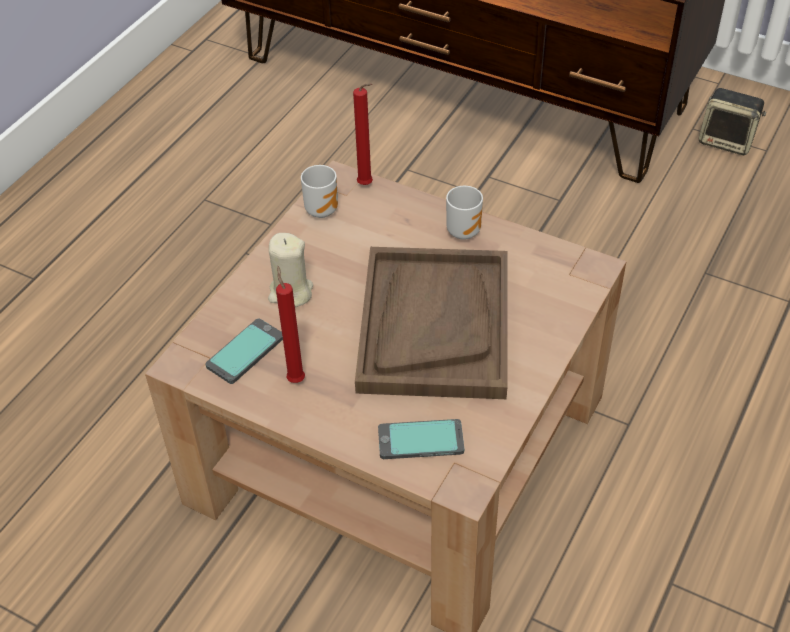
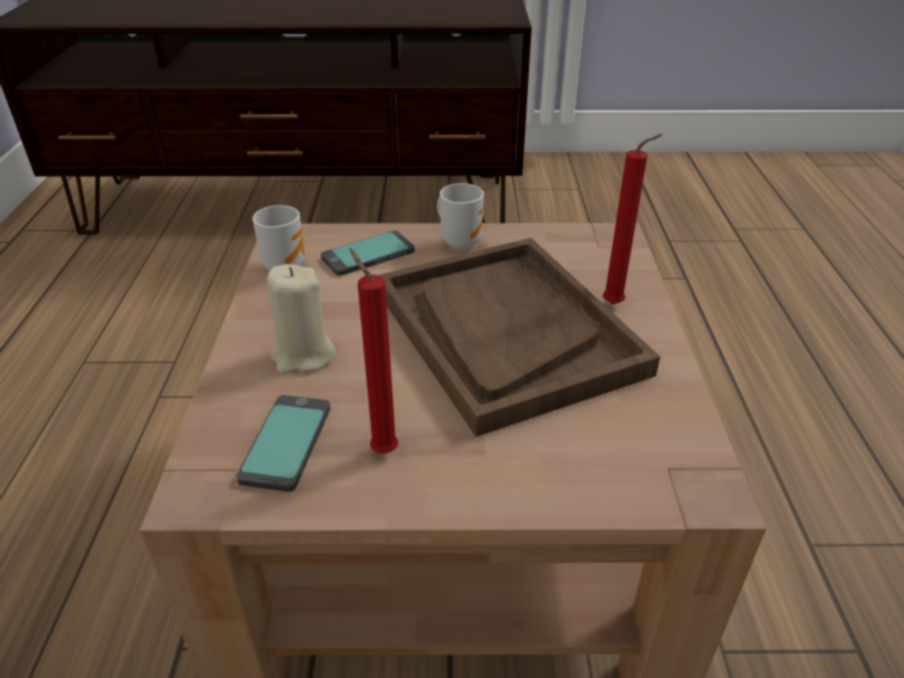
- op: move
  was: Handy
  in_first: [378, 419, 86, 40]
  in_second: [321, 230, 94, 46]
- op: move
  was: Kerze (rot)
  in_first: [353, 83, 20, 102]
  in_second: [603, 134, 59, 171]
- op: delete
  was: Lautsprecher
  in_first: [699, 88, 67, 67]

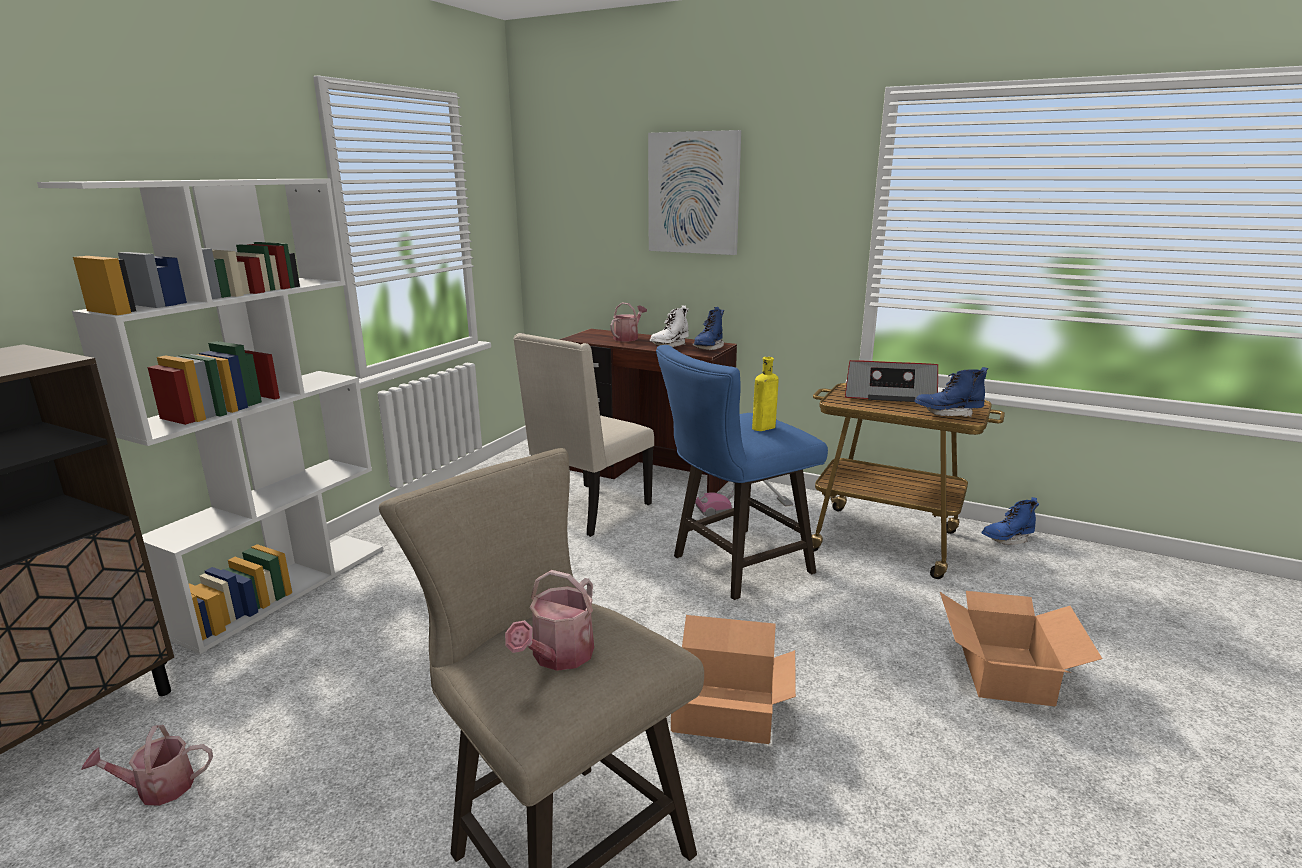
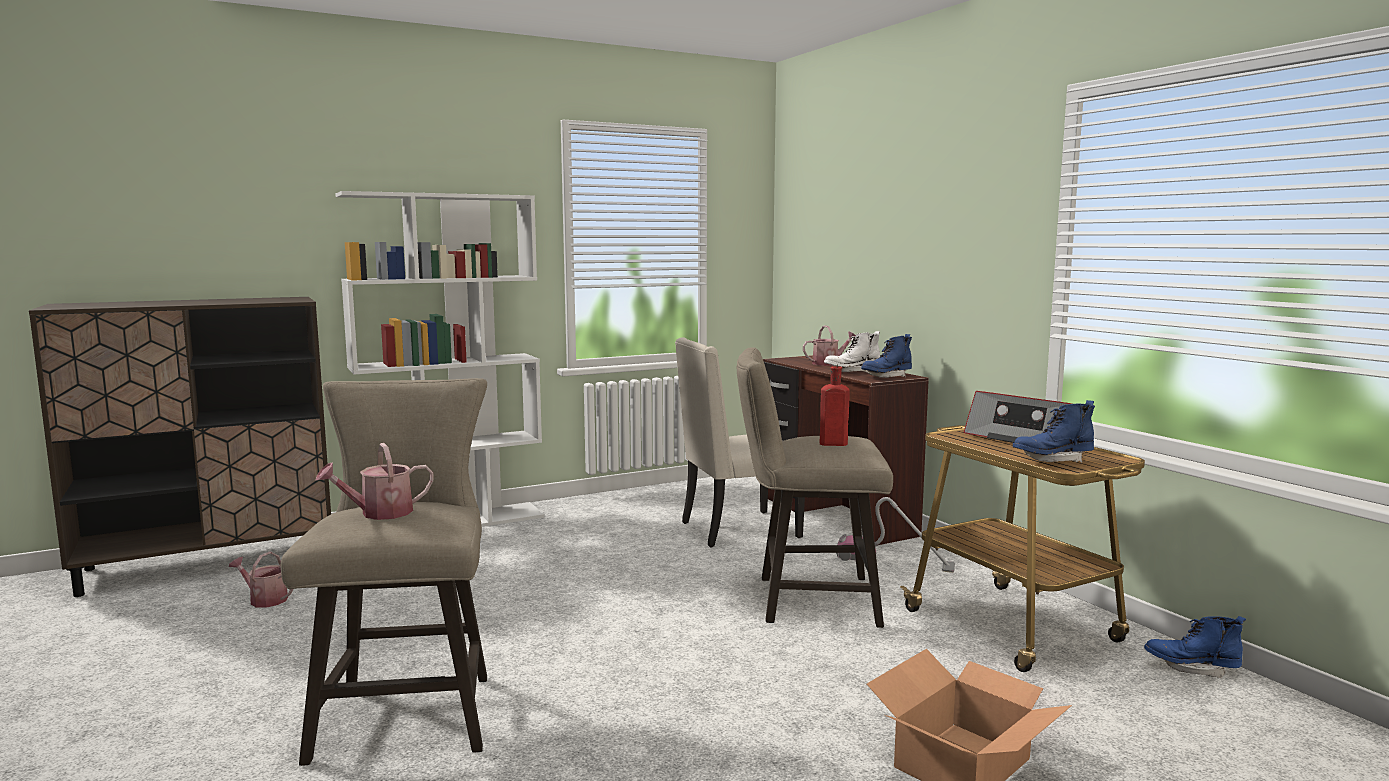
- op: recolor
  was: Hocker (blau)
  now: Hocker (beige)
  in_first: [656, 345, 172, 255]
  in_second: [737, 347, 156, 281]
- op: recolor
  was: Flasche (gelb)
  now: Flasche (rot)
  in_first: [752, 357, 27, 74]
  in_second: [820, 366, 30, 80]
- op: rotate
  was: Stiefel (blau)
  in_first: [914, 367, 74, 50]
  in_second: [1013, 400, 82, 63]
  clockwise: -45
- op: delete
  was: Bild
  in_first: [648, 130, 93, 125]
- op: delete
  was: Karton
  in_first: [671, 615, 125, 129]

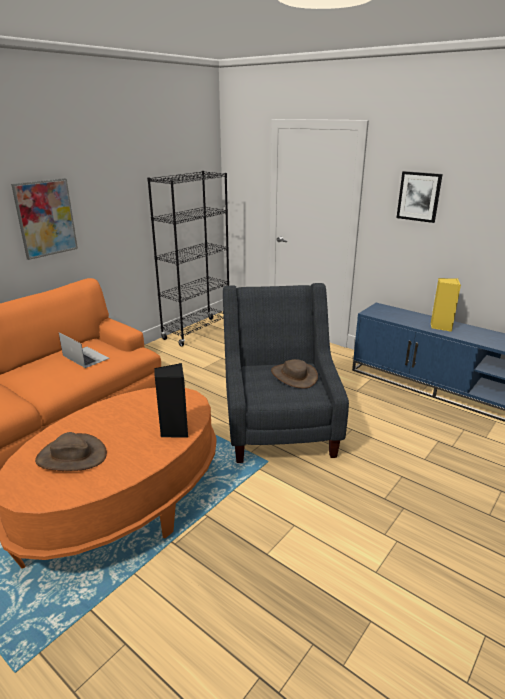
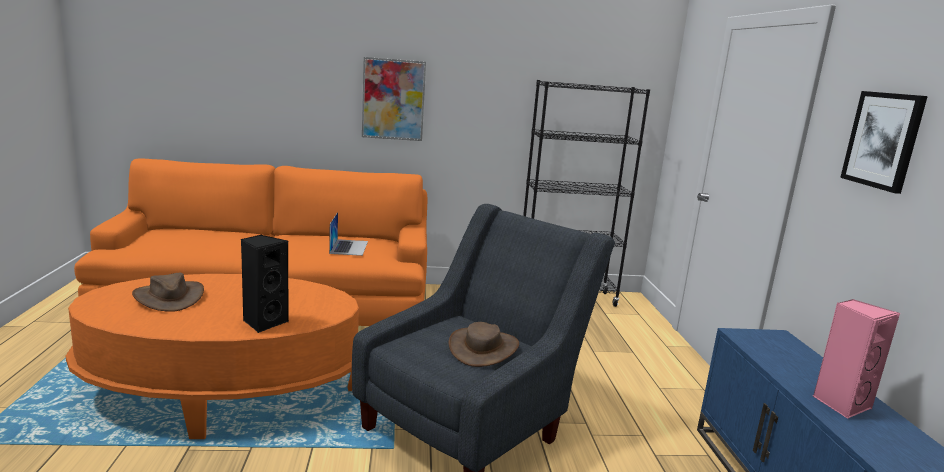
- op: recolor
  was: Lautsprecher (gelb)
  now: Lautsprecher (rosa)
  in_first: [431, 278, 30, 54]
  in_second: [813, 299, 87, 120]

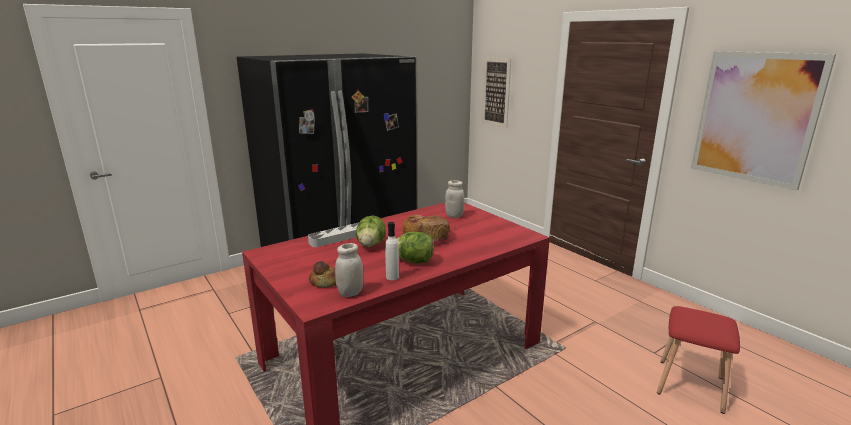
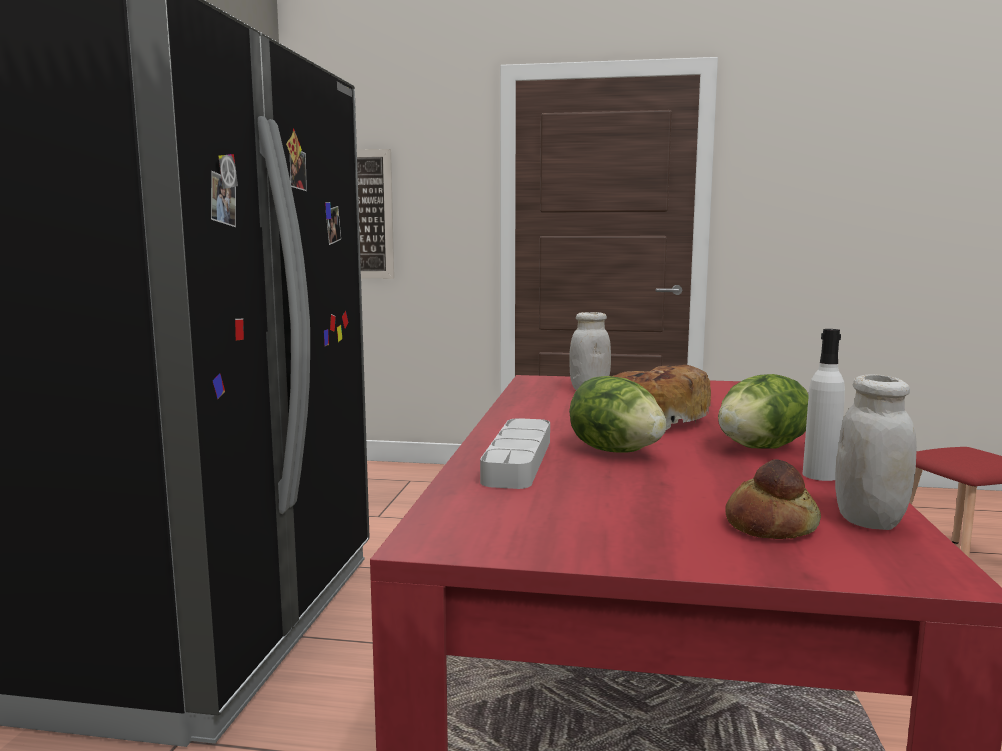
- op: delete
  was: Bild
  in_first: [691, 51, 145, 140]

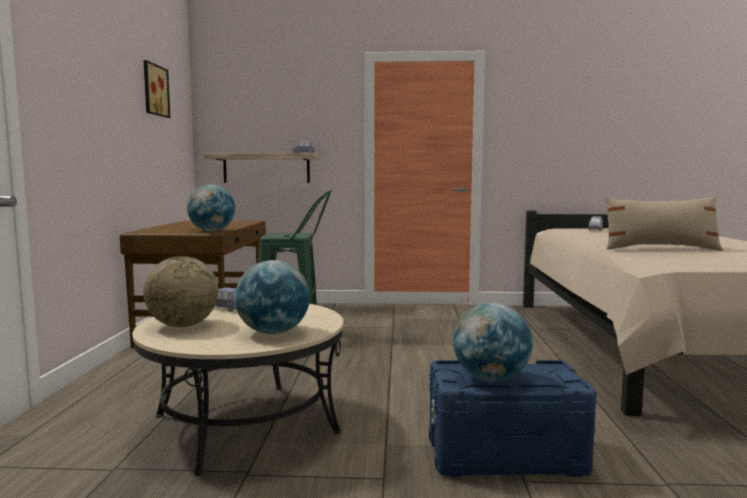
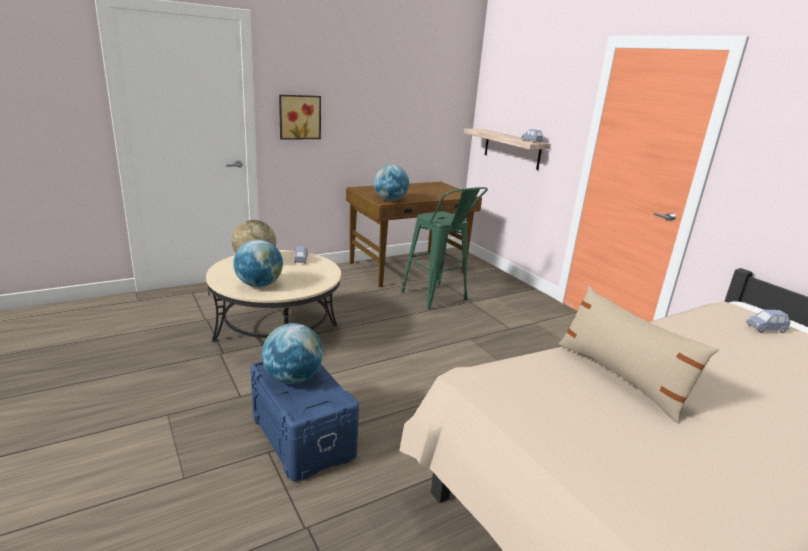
- op: move
  was: Bild
  in_first: [144, 60, 26, 58]
  in_second: [279, 95, 42, 45]

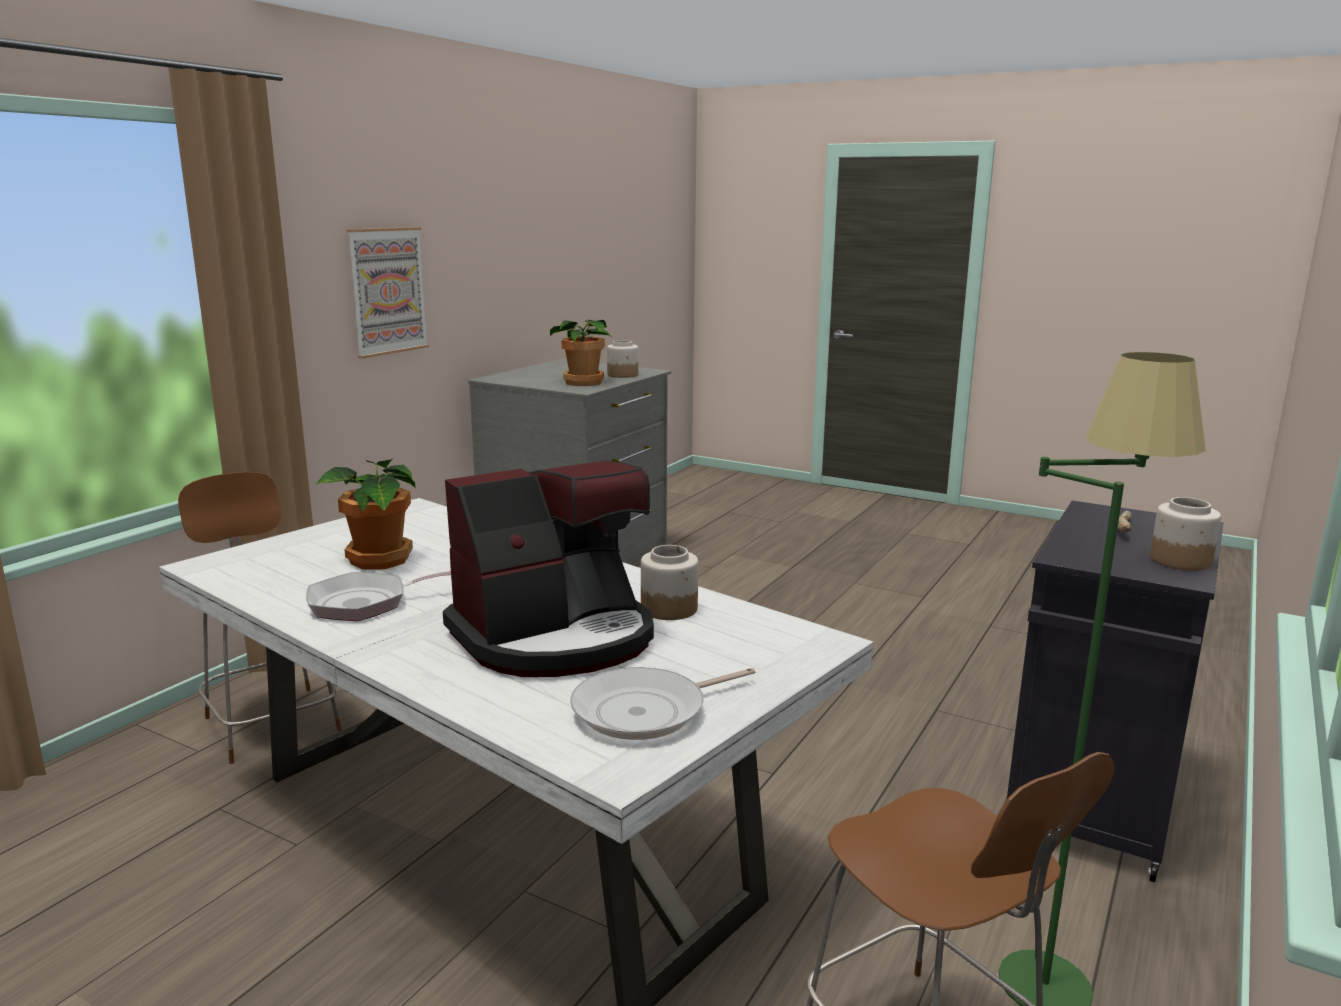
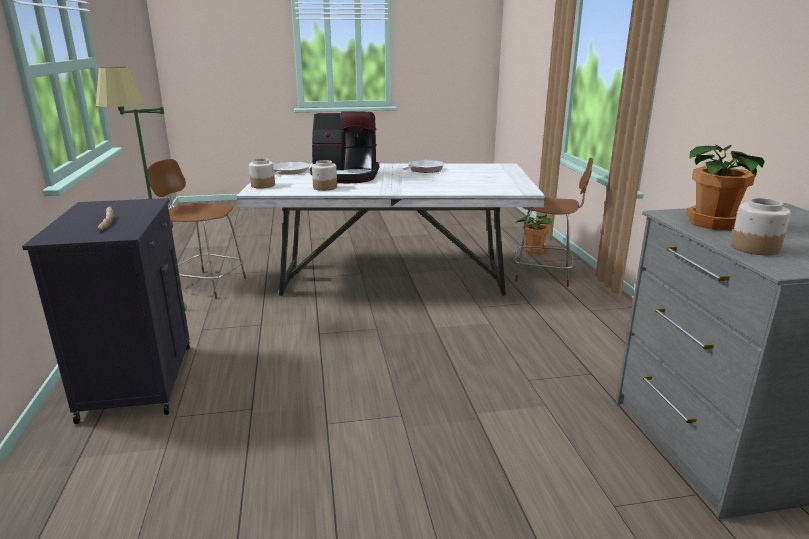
- op: move
  was: Vorratsglas
  in_first: [1150, 497, 71, 74]
  in_second: [249, 158, 26, 30]
- op: rotate
  was: Kaffeemaschine
  in_first: [443, 460, 211, 217]
  in_second: [310, 111, 69, 72]
  clockwise: -105
- op: move
  was: Topfpflanze
  in_first: [316, 459, 100, 111]
  in_second: [516, 215, 36, 39]
- op: delete
  was: Bild
  in_first: [347, 227, 82, 132]

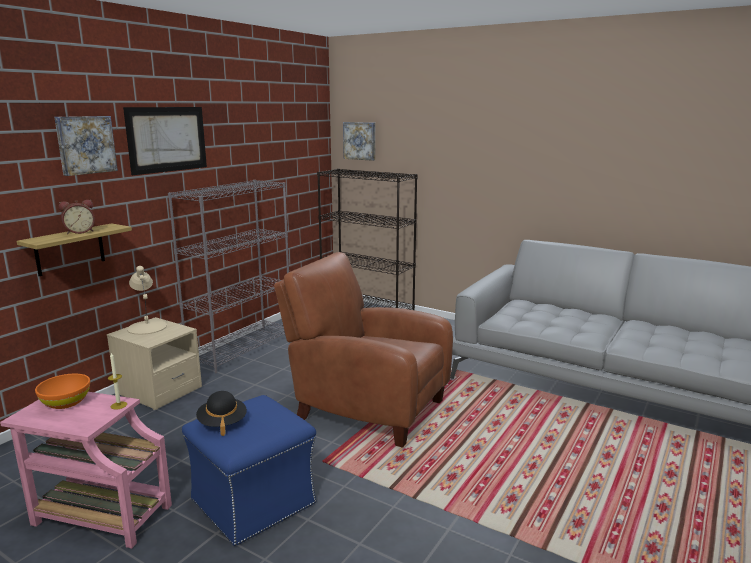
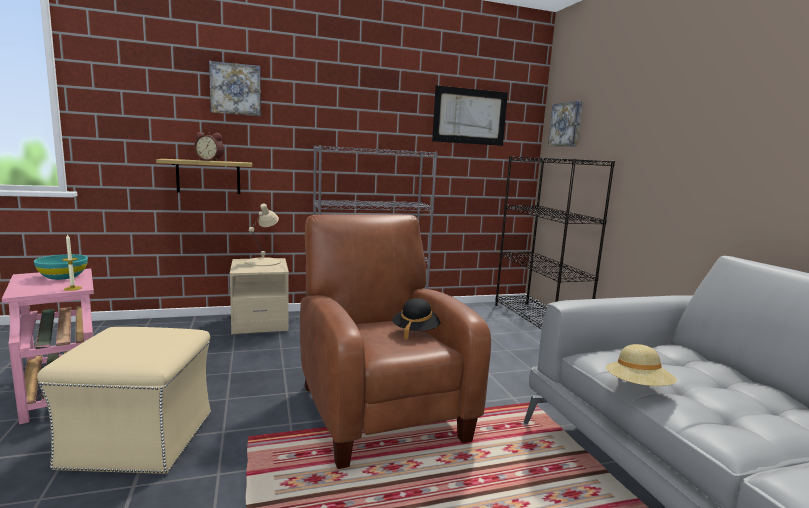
- op: recolor
  was: Schüssel (orange)
  now: Schüssel (türkis)
  in_first: [35, 374, 55, 35]
  in_second: [34, 254, 54, 26]
- op: recolor
  was: Polsterhocker (blau)
  now: Polsterhocker (beige)
  in_first: [182, 395, 134, 151]
  in_second: [37, 327, 174, 147]
- op: move
  was: Hut (schwarz)
  in_first: [196, 391, 51, 45]
  in_second: [392, 298, 49, 42]
- op: move
  was: Bild
  in_first: [123, 107, 84, 68]
  in_second: [432, 85, 76, 61]
- op: insert
  now: Hut (beige)
  in_second: [606, 344, 71, 42]

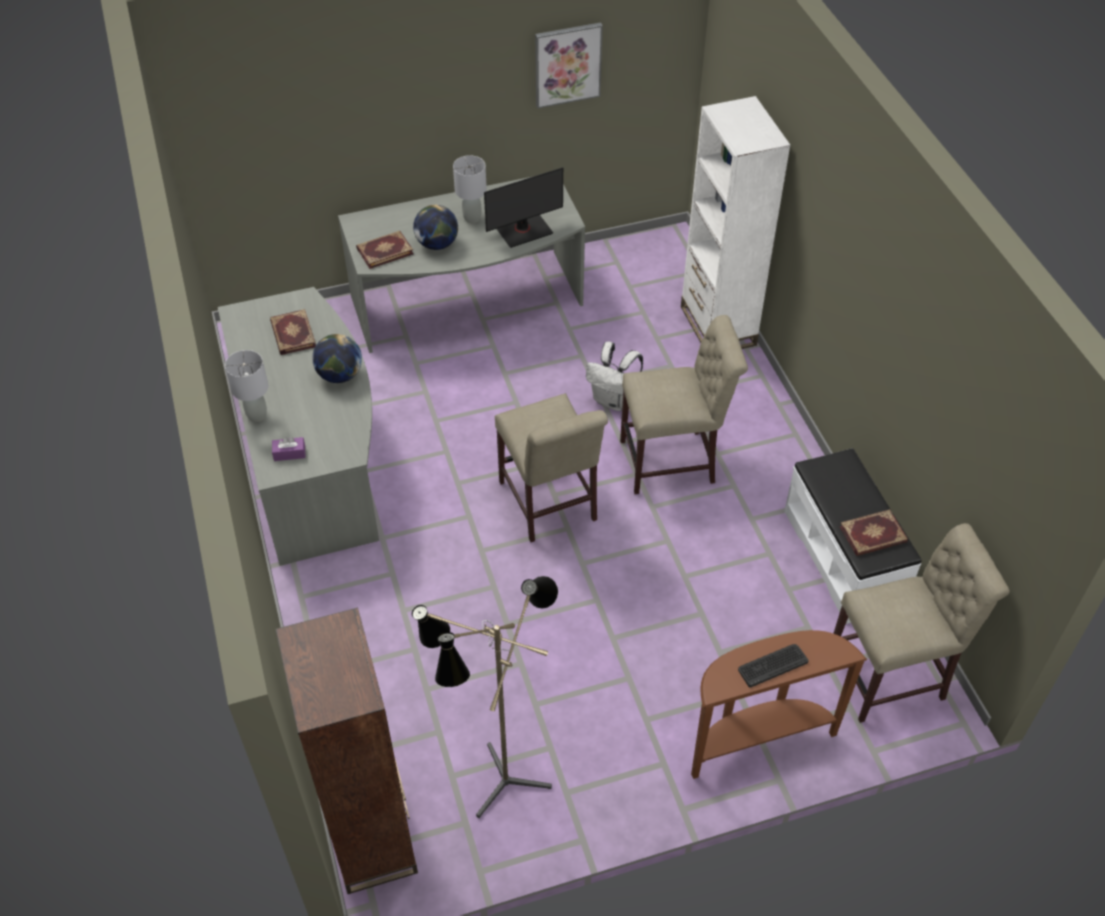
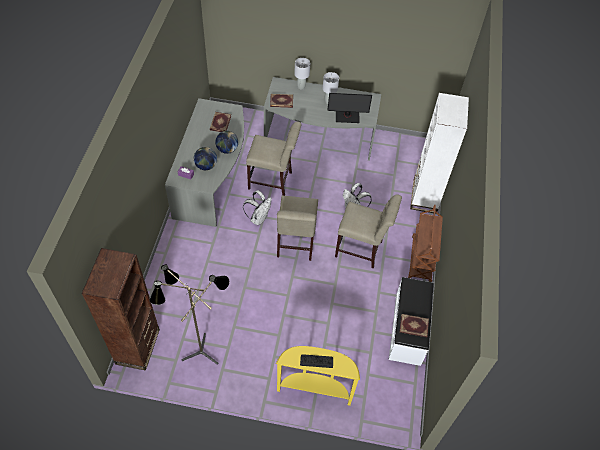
- op: move
  was: Globus
  in_first: [413, 205, 45, 45]
  in_second: [194, 147, 23, 23]
- op: insert
  now: Rucksack (weiß)
  in_second: [243, 190, 29, 35]
- op: move
  was: Stuhl (beige)
  in_first: [833, 523, 177, 200]
  in_second: [246, 122, 55, 74]
- op: recolor
  was: Konsolentisch (braun)
  now: Konsolentisch (gelb)
  in_first: [691, 630, 176, 149]
  in_second: [276, 346, 84, 60]
- op: move
  was: Tischlampe (grau)
  in_first: [225, 350, 43, 72]
  in_second: [294, 58, 16, 32]
- op: insert
  now: Rollwagen (braun)
  in_second: [408, 205, 35, 77]
- op: delete
  was: Bild
  in_first: [535, 22, 68, 86]

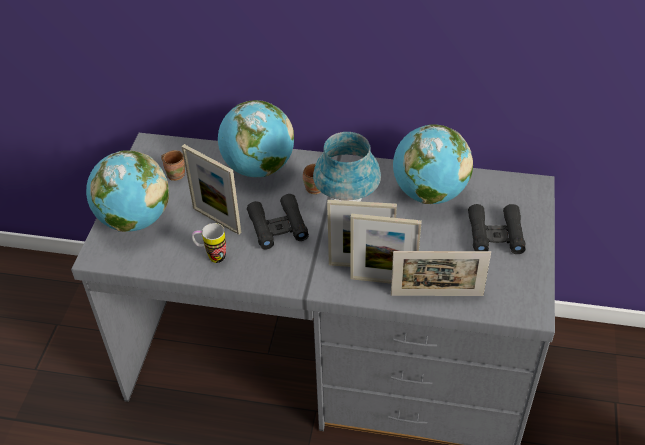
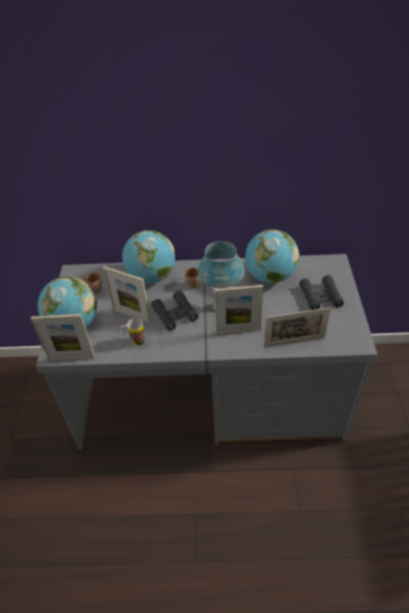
- op: move
  was: Bilderrahmen
  in_first: [350, 214, 72, 70]
  in_second: [31, 314, 64, 47]

